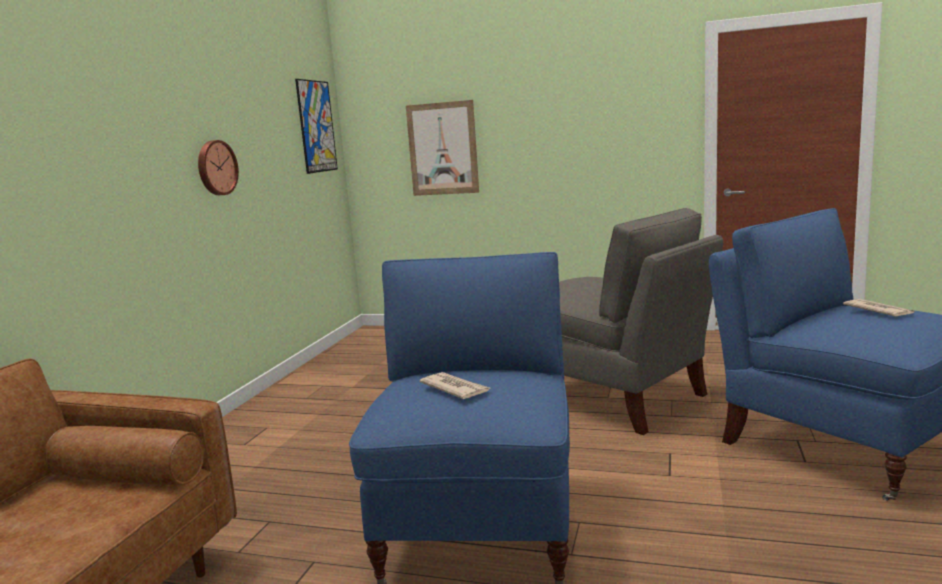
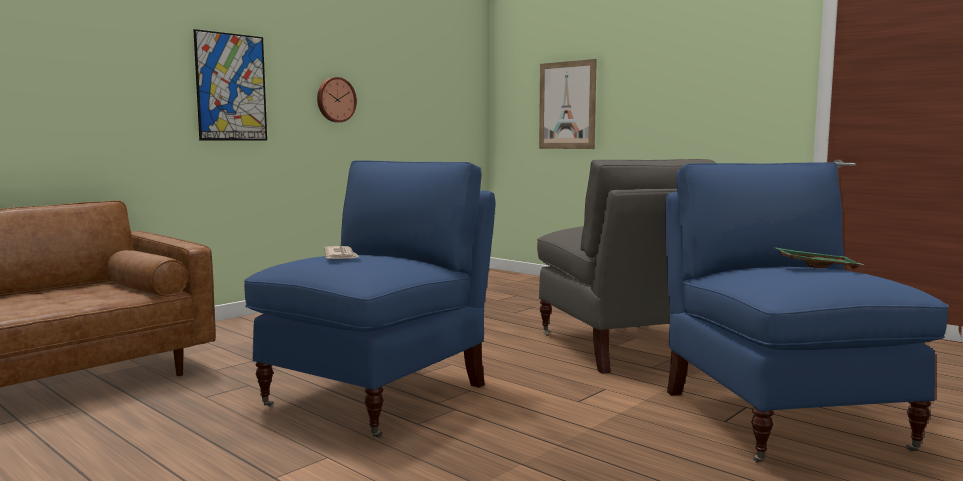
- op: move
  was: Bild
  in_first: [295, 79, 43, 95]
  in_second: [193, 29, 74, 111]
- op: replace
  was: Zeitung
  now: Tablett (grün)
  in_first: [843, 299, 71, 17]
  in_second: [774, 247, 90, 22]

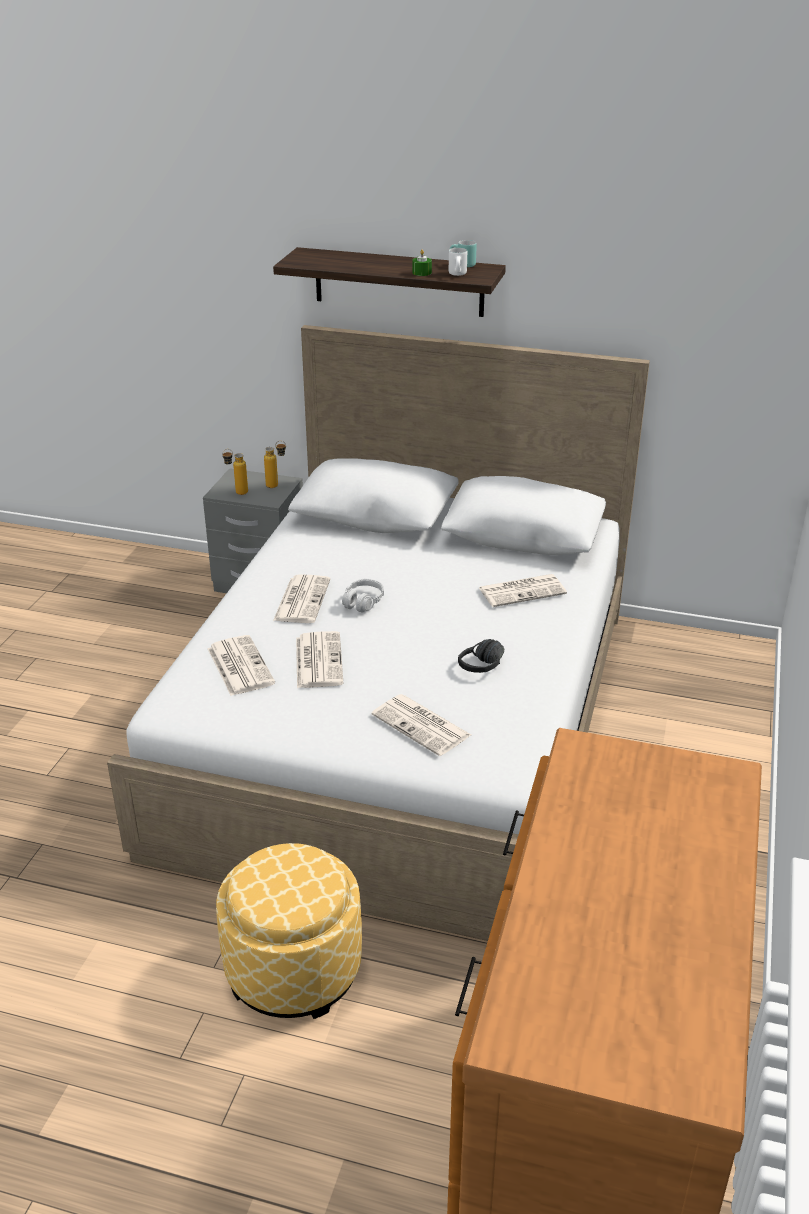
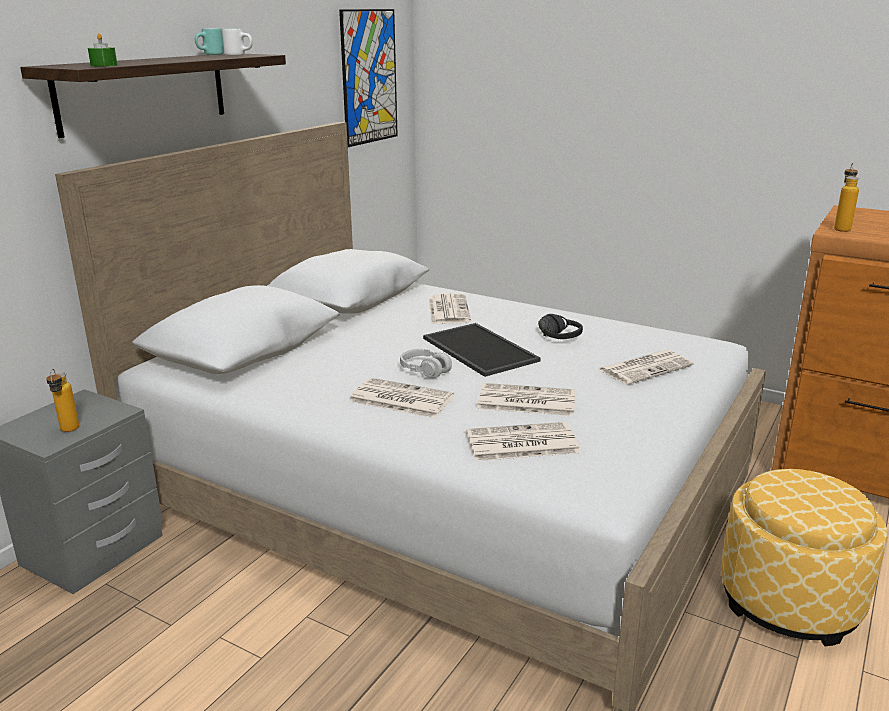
- op: move
  was: Kerze (grün)
  in_first: [412, 250, 20, 26]
  in_second: [88, 33, 29, 34]
- op: insert
  now: Bild
  in_second: [339, 9, 59, 138]
- op: insert
  now: Tablett
  in_second: [423, 323, 118, 54]
- op: move
  was: Flasche
  in_first: [264, 441, 22, 47]
  in_second: [834, 163, 25, 69]

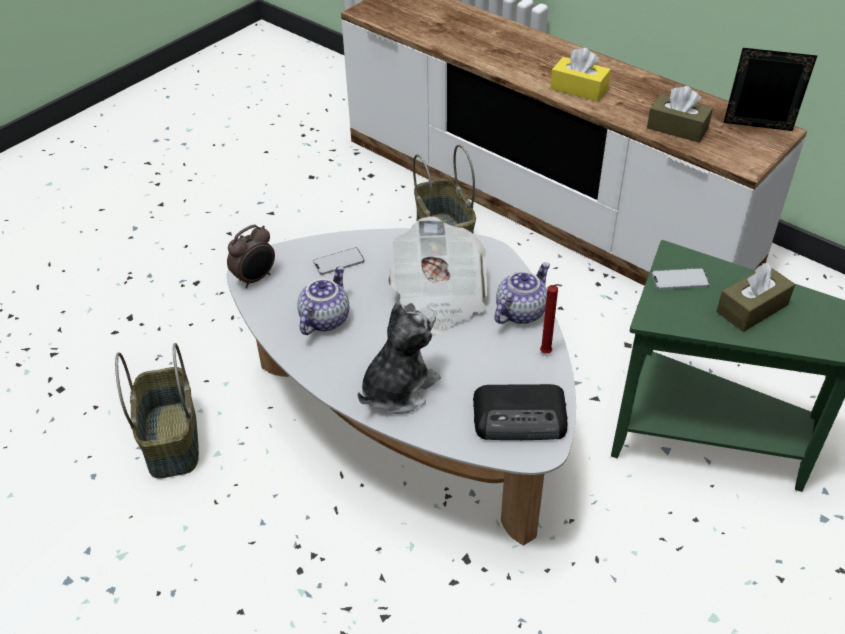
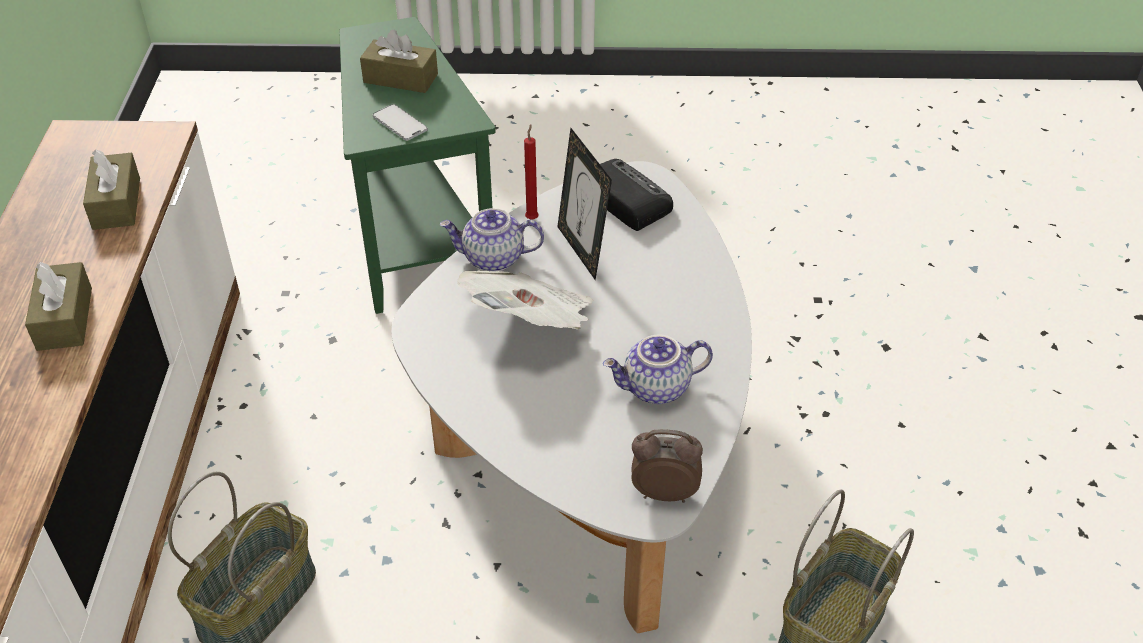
- op: recolor
  was: Taschentuchbox (gelb)
  now: Taschentuchbox (braun)
  in_first: [550, 48, 61, 54]
  in_second: [25, 262, 67, 89]
- op: move
  was: Bilderrahmen
  in_first: [723, 48, 94, 83]
  in_second: [557, 128, 55, 152]
- op: delete
  was: Handy
  in_first: [313, 247, 52, 28]
- op: delete
  was: Plüschtier
  in_first: [358, 302, 83, 112]

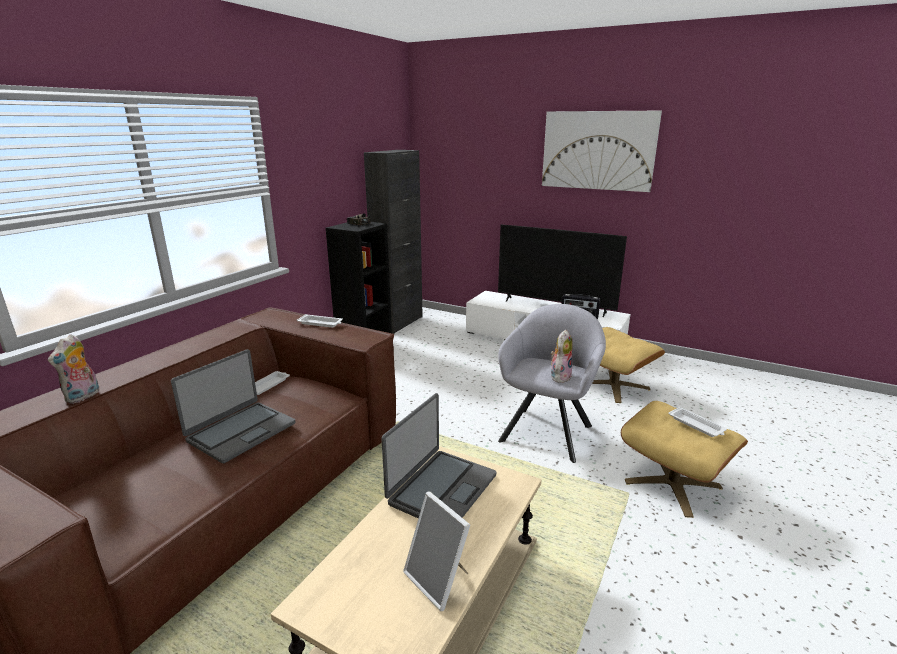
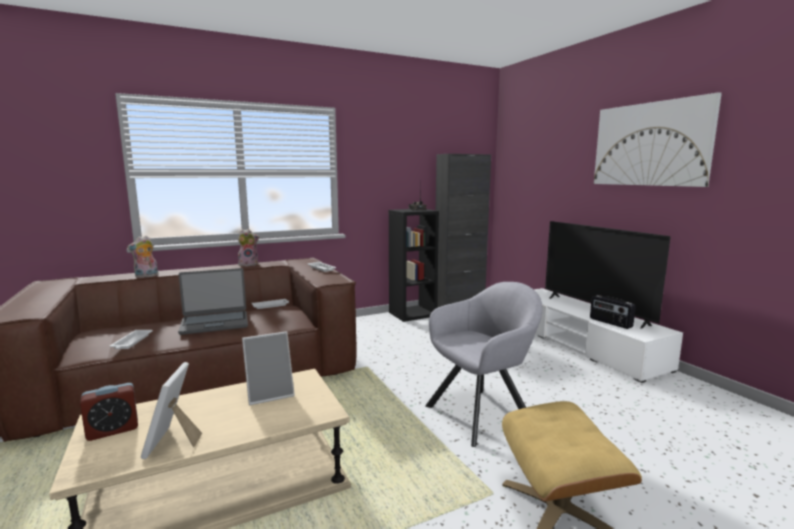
- op: insert
  now: Wecker
  in_second: [80, 383, 58, 58]
- op: move
  was: Tablett (weiß)
  in_first: [668, 407, 59, 30]
  in_second: [110, 330, 43, 19]
- op: move
  was: Plüschtier
  in_first: [550, 330, 23, 53]
  in_second: [238, 229, 21, 37]
- op: replace
  was: Laptop
  now: Bilderrahmen
  in_first: [382, 393, 114, 125]
  in_second: [242, 331, 53, 74]
- op: delete
  was: Polsterhocker (beige)
  in_first: [592, 327, 73, 76]

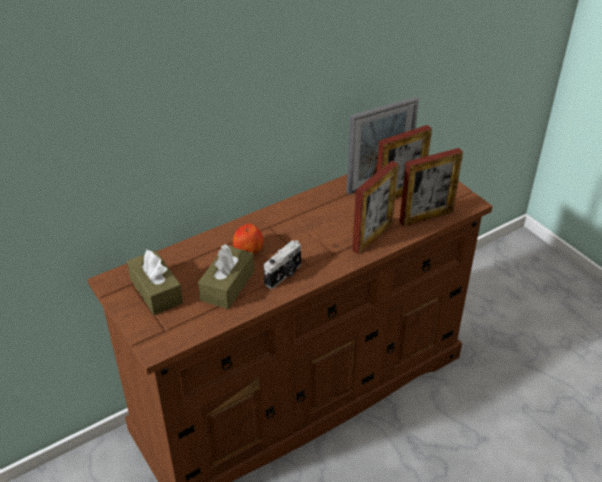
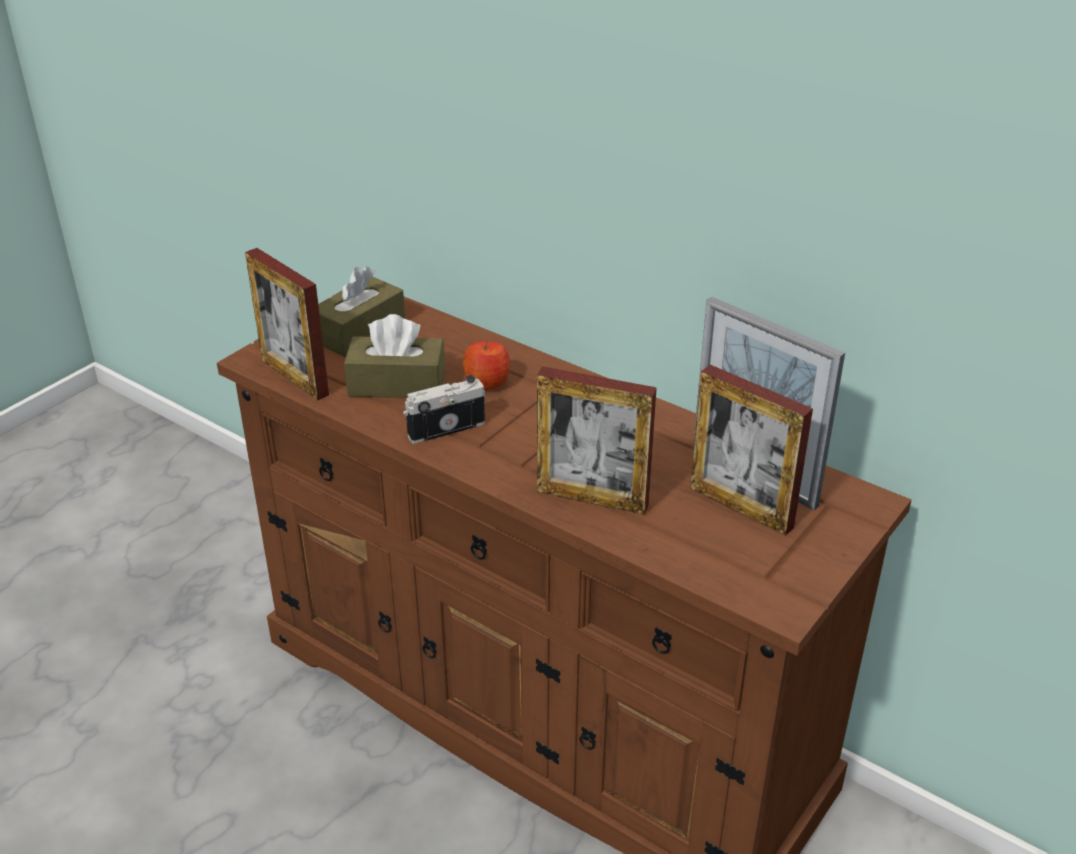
- op: move
  was: Bilderrahmen
  in_first: [399, 148, 64, 79]
  in_second: [245, 248, 84, 152]
- op: rotate
  was: Kamera
  in_first: [264, 240, 37, 49]
  in_second: [403, 375, 83, 69]
  clockwise: 135

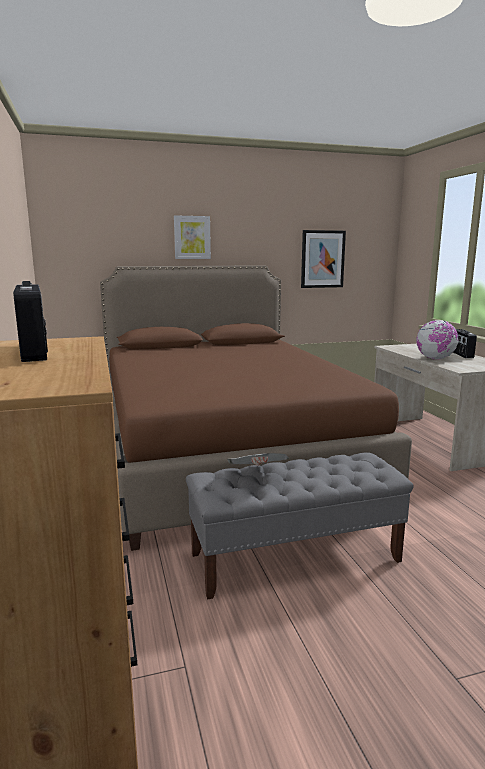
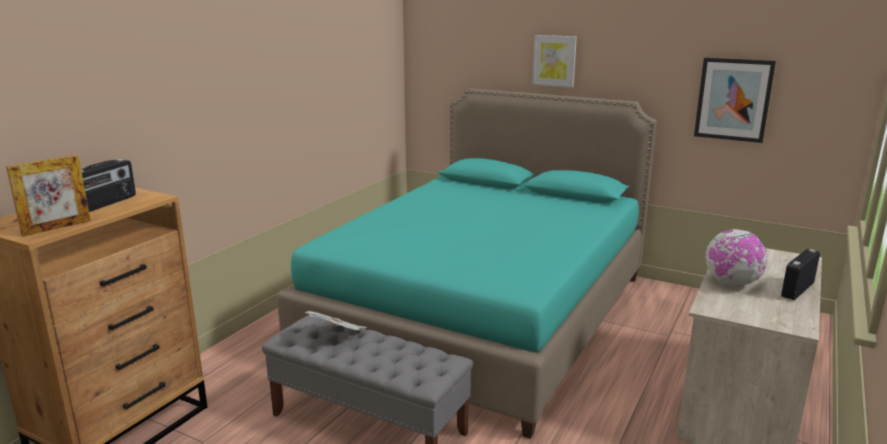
- op: insert
  now: Bilderrahmen
  in_second: [6, 155, 85, 82]
- op: recolor
  was: Bett (braun)
  now: Bett (türkis)
  in_first: [100, 265, 312, 286]
  in_second: [277, 88, 380, 351]

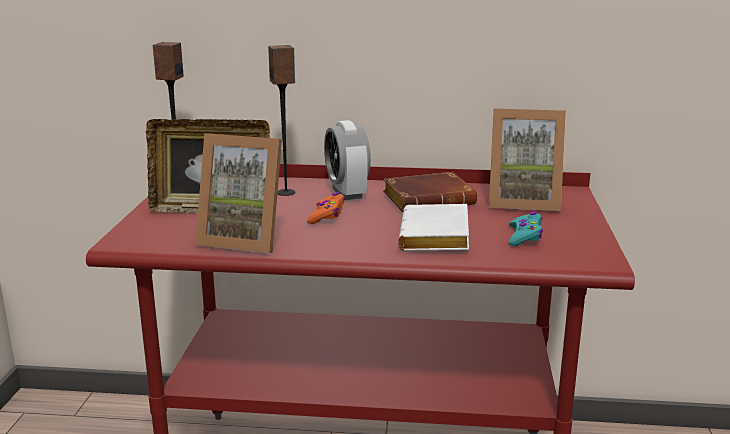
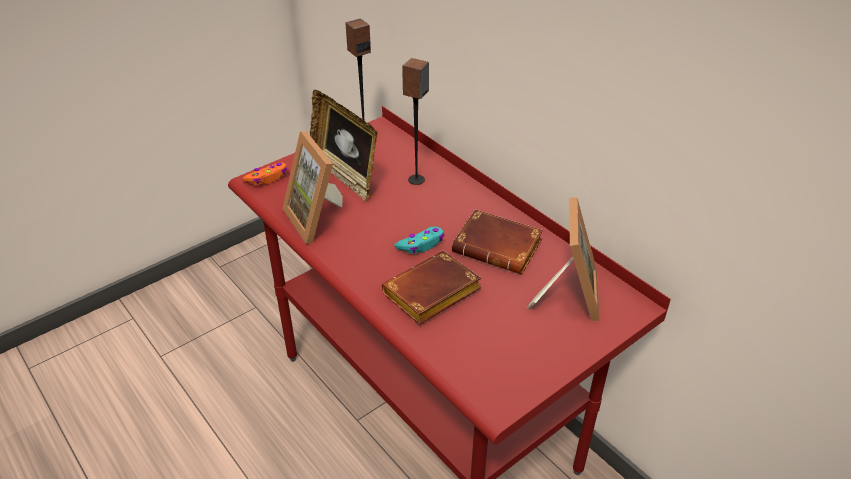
- op: move
  was: Gamepad (orange)
  in_first: [307, 192, 38, 32]
  in_second: [242, 162, 45, 23]
- op: recolor
  was: Buch (weiß)
  now: Buch (braun)
  in_first: [398, 204, 71, 47]
  in_second: [382, 251, 99, 74]
- op: move
  was: Gamepad (türkis)
  in_first: [509, 211, 34, 35]
  in_second: [394, 226, 50, 28]
- op: rotate
  was: Bilderrahmen
  in_first: [489, 109, 77, 102]
  in_second: [527, 197, 73, 124]
  clockwise: -135
- op: delete
  was: Wecker
  in_first: [324, 120, 47, 80]

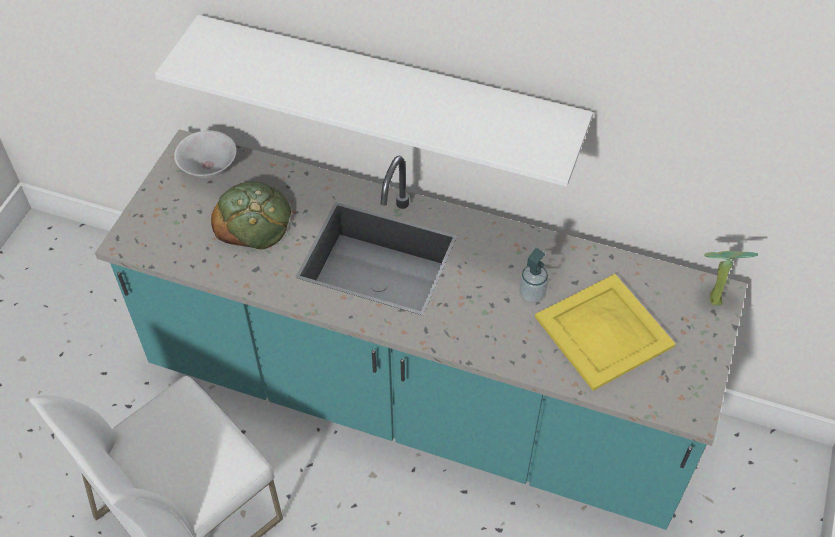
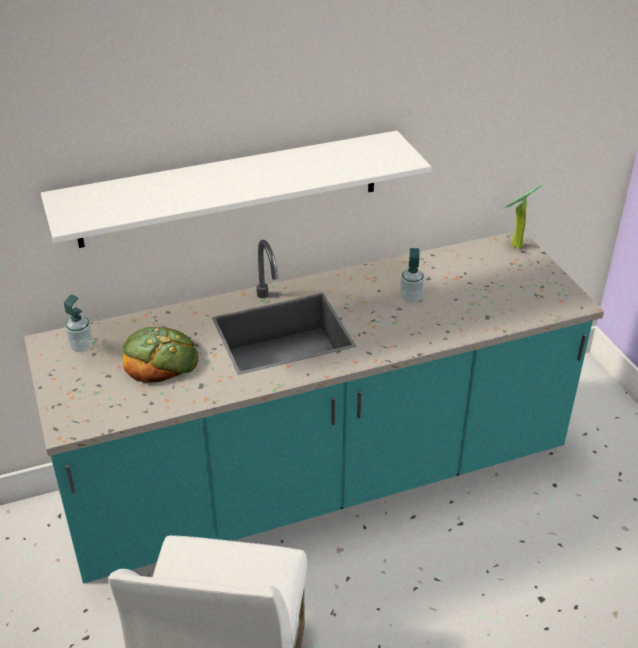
- op: replace
  was: Schüssel (weiß)
  now: Seifenspender
  in_first: [174, 130, 62, 48]
  in_second: [64, 294, 29, 58]
- op: delete
  was: Tablett (gelb)
  in_first: [535, 274, 141, 117]

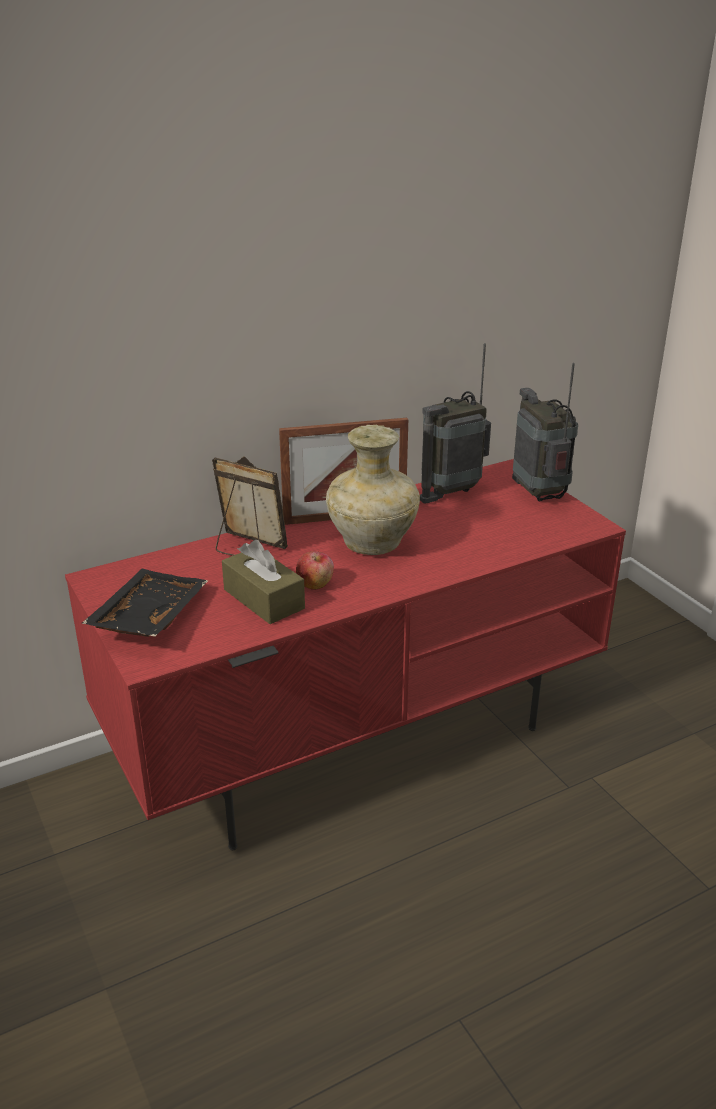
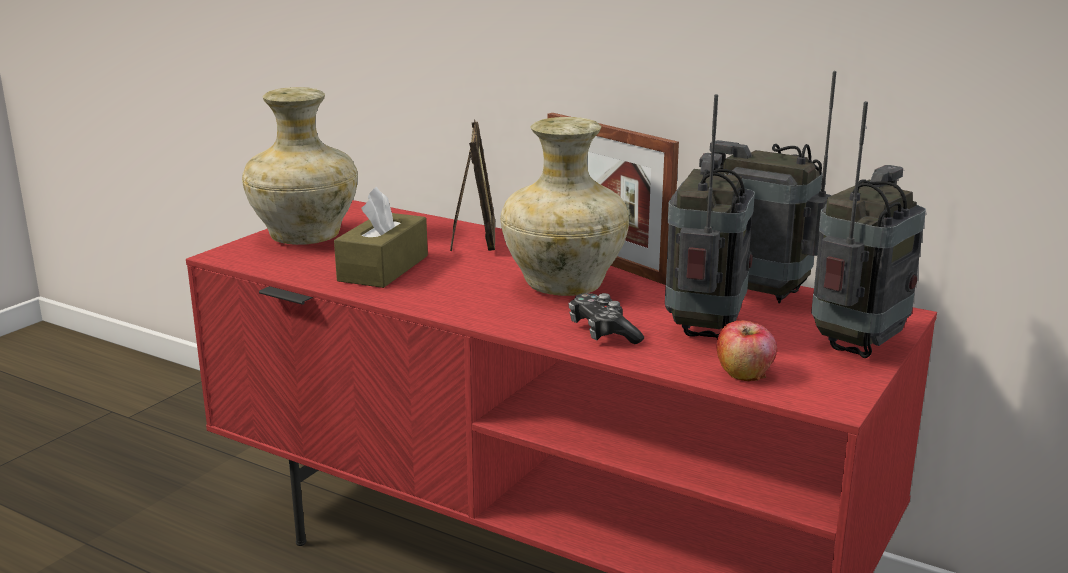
- op: replace
  was: Tablett (schwarz)
  now: Vase (beige)
  in_first: [81, 569, 127, 68]
  in_second: [242, 87, 116, 158]
- op: insert
  now: Gamepad
  in_second: [569, 293, 75, 51]
- op: insert
  now: Radio
  in_second: [665, 94, 90, 244]
- op: move
  was: Apfel
  in_first: [296, 551, 38, 39]
  in_second: [716, 320, 62, 61]

